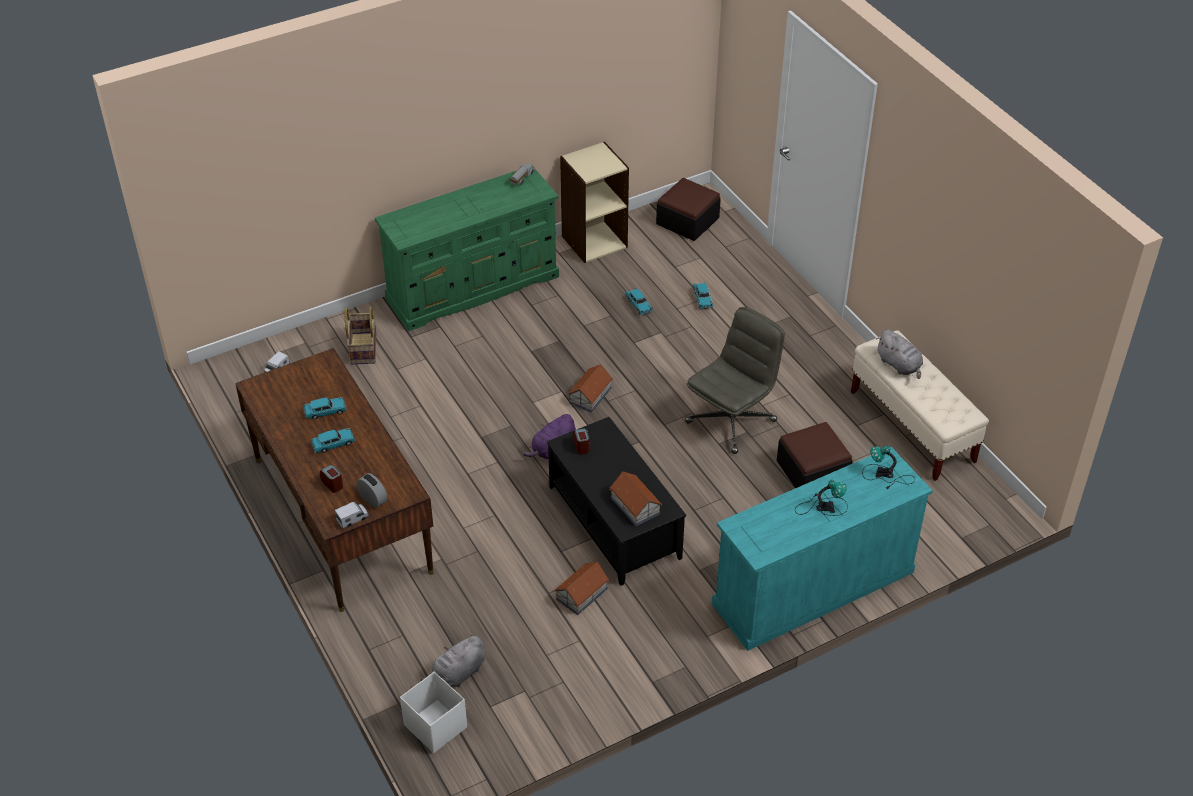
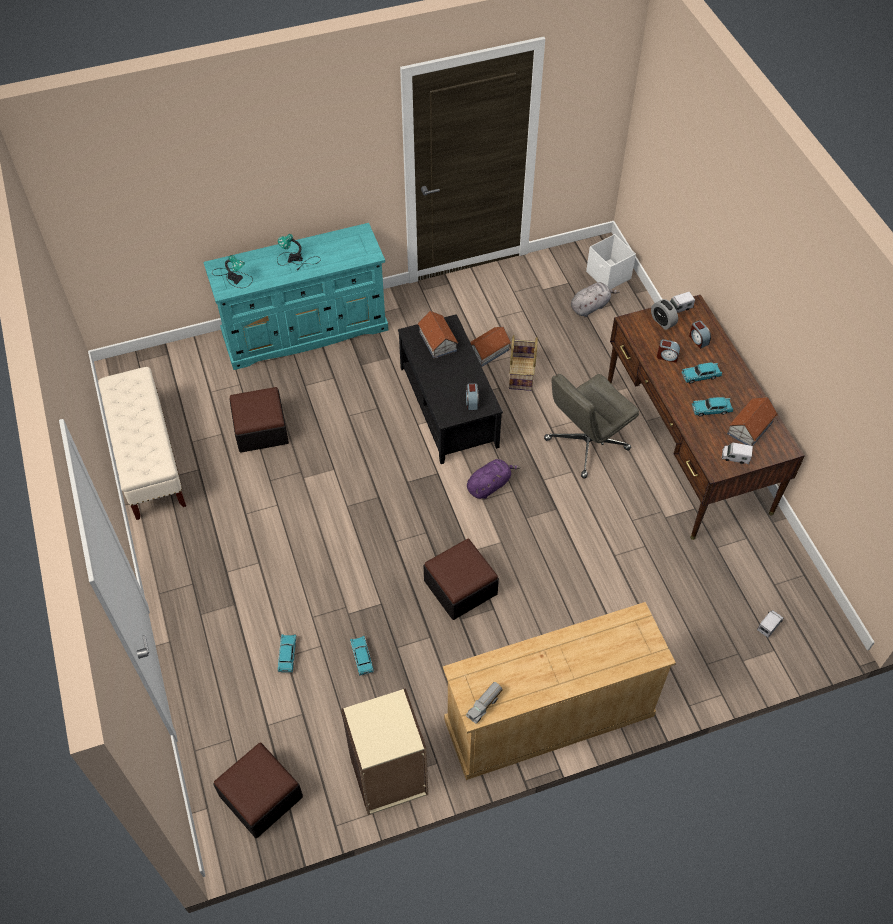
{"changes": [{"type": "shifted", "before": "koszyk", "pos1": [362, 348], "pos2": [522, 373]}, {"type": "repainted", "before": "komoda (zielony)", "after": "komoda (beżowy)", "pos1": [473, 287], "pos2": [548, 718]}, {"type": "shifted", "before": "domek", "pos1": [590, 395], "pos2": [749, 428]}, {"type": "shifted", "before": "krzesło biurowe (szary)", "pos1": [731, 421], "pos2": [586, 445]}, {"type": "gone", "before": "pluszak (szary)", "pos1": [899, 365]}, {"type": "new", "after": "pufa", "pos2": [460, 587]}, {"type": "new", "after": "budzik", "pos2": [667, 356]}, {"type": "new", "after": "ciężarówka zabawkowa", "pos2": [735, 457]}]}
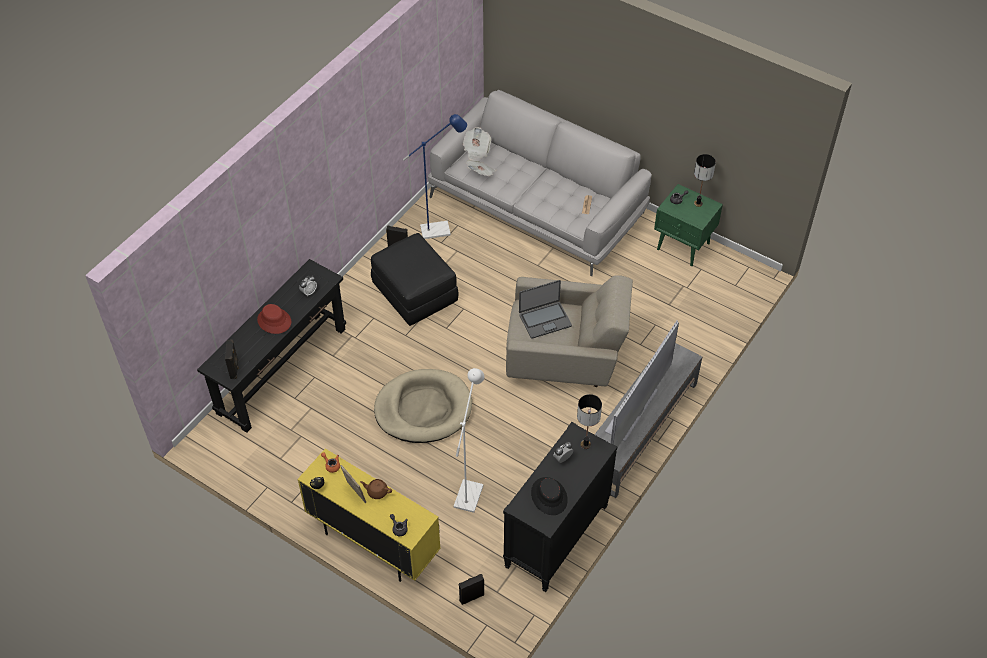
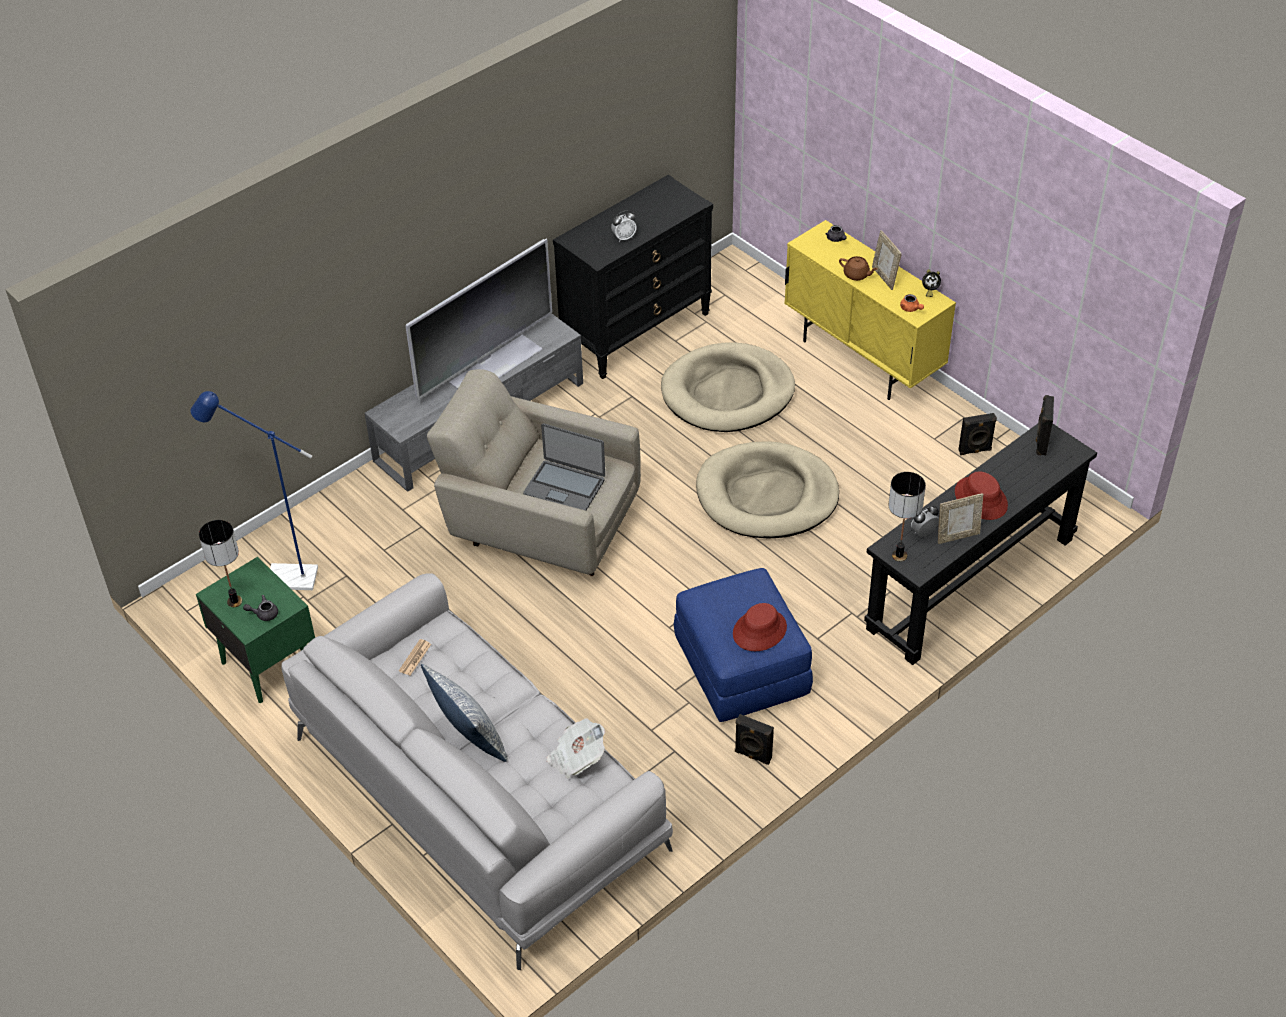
{"changes": [{"type": "repainted", "before": "pufa (czarny)", "after": "pufa (niebieski)", "pos1": [414, 293], "pos2": [742, 668]}, {"type": "shifted", "before": "lampa stojąca (niebieski)", "pos1": [441, 229], "pos2": [282, 578]}, {"type": "swapped", "before": "lampa stojąca (biały)", "after": "legowisko (beżowy)", "pos1": [470, 490], "pos2": [727, 392]}, {"type": "shifted", "before": "głośnik (czarny)", "pos1": [471, 596], "pos2": [975, 451]}, {"type": "gone", "before": "gazeta", "pos1": [476, 150]}, {"type": "rotated", "before": "laptop", "pos1": [544, 320], "pos2": [565, 487], "turn": -150}, {"type": "gone", "before": "kapelusz (czarny)", "pos1": [549, 496]}, {"type": "shifted", "before": "lampa stołowa", "pos1": [585, 445], "pos2": [899, 555]}, {"type": "new", "after": "poduszka", "pos2": [468, 737]}, {"type": "new", "after": "kapelusz (czerwony)", "pos2": [759, 630]}, {"type": "new", "after": "ramka na zdjęcie", "pos2": [957, 536]}]}
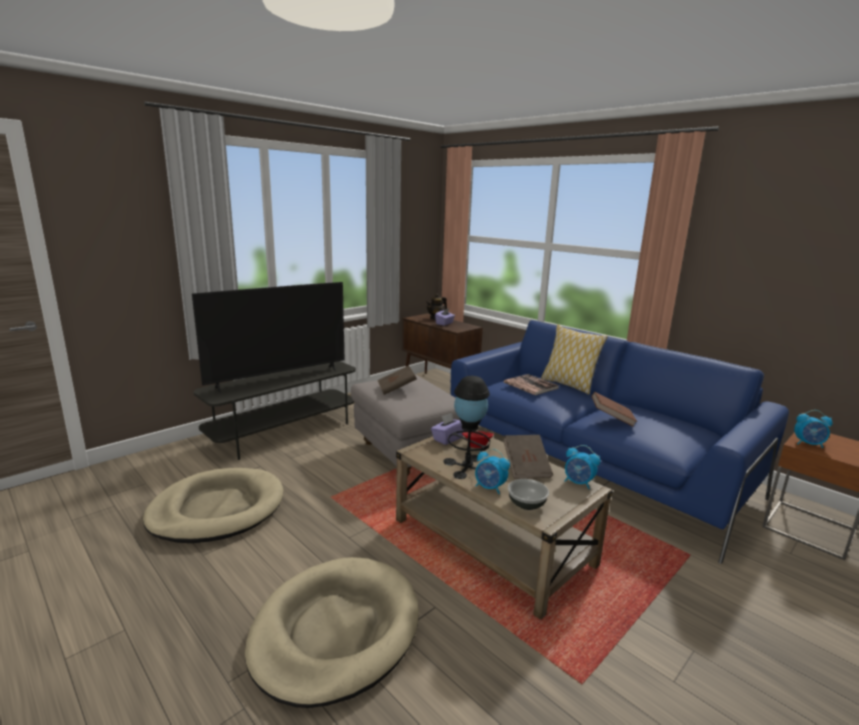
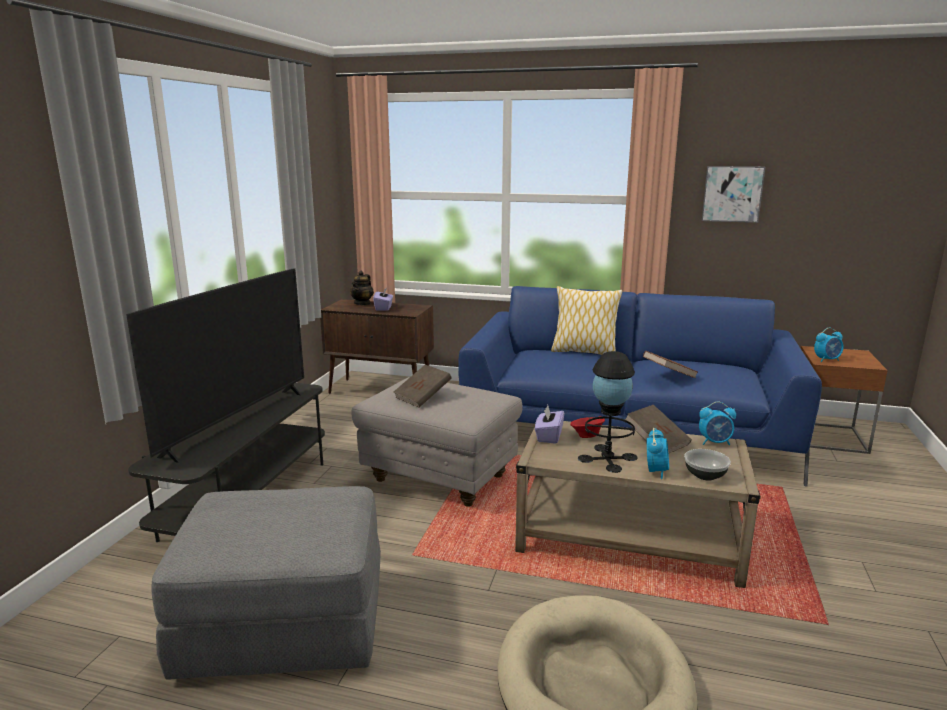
{"changes": [{"type": "swapped", "before": "legowisko (beżowy)", "after": "pufa (szary)", "pos1": [217, 509], "pos2": [282, 625]}, {"type": "rotated", "before": "budzik", "pos1": [490, 488], "pos2": [656, 471], "turn": -75}, {"type": "gone", "before": "książka", "pos1": [530, 385]}, {"type": "new", "after": "obraz", "pos2": [732, 194]}]}
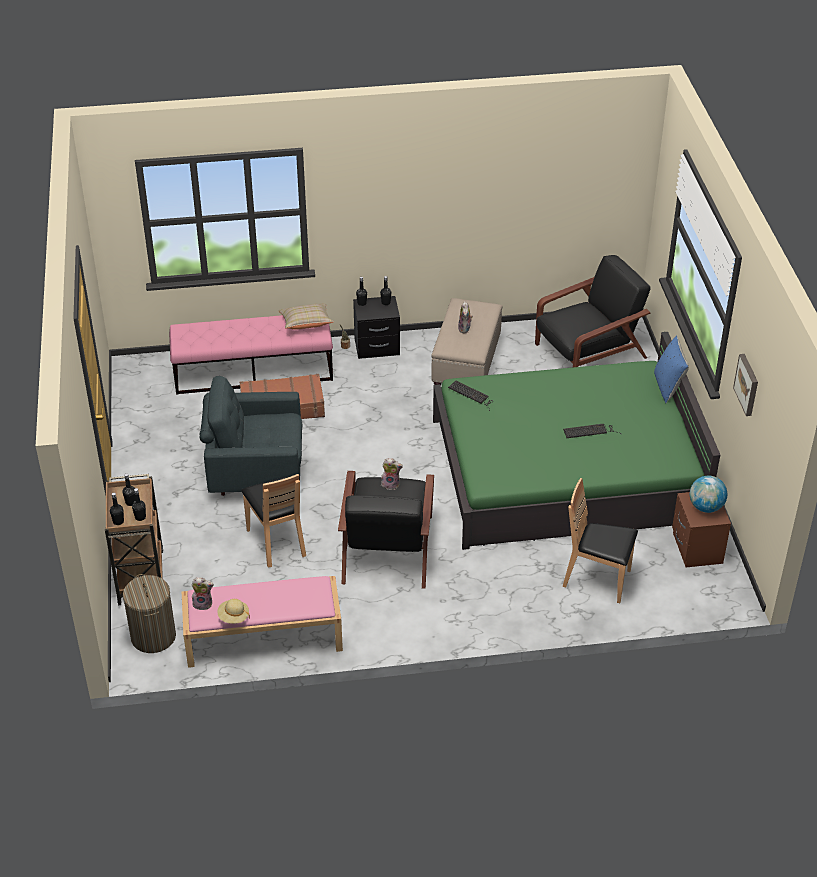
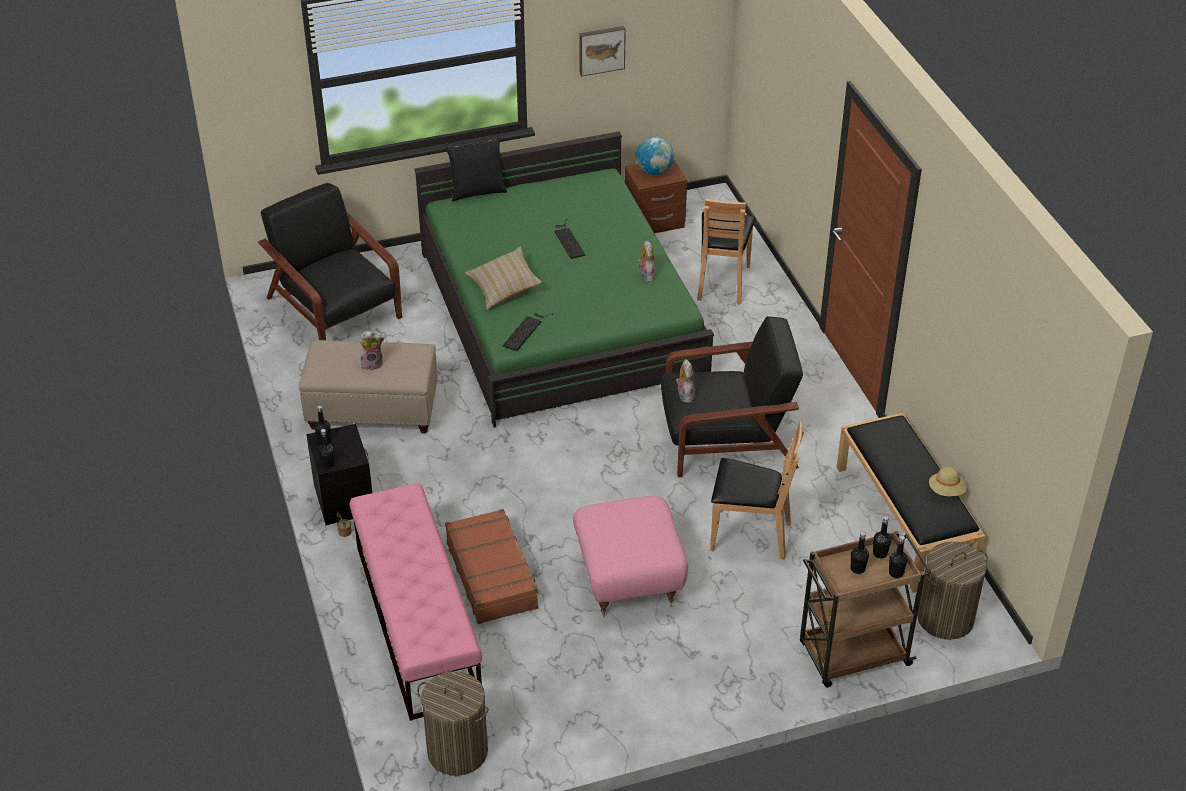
{"changes": [{"type": "repainted", "before": "ławka (różowy)", "after": "ławka (czarny)", "pos1": [262, 638], "pos2": [905, 520]}, {"type": "shifted", "before": "pluszak", "pos1": [203, 603], "pos2": [646, 275]}, {"type": "swapped", "before": "fotel (szary)", "after": "pufa (różowy)", "pos1": [255, 471], "pos2": [628, 579]}, {"type": "rotated", "before": "krzesło (brązowy)", "pos1": [277, 542], "pos2": [749, 535], "turn": 45}, {"type": "shifted", "before": "poduszka (beżowy)", "pos1": [306, 324], "pos2": [504, 288]}, {"type": "repainted", "before": "poduszka (niebieski)", "after": "poduszka (czarny)", "pos1": [668, 387], "pos2": [477, 191]}, {"type": "new", "after": "kosz na pranie", "pos2": [457, 751]}]}
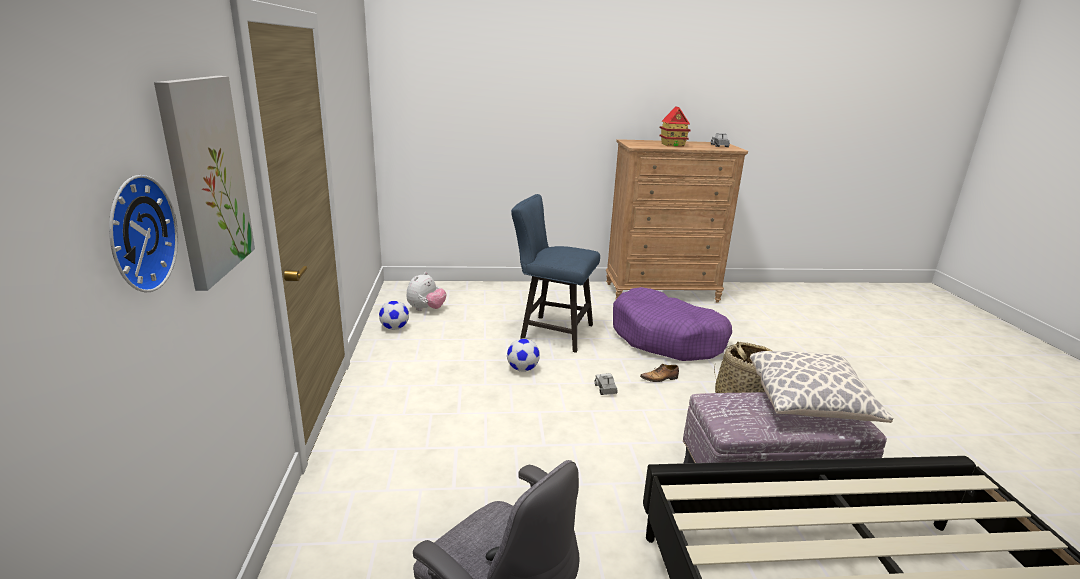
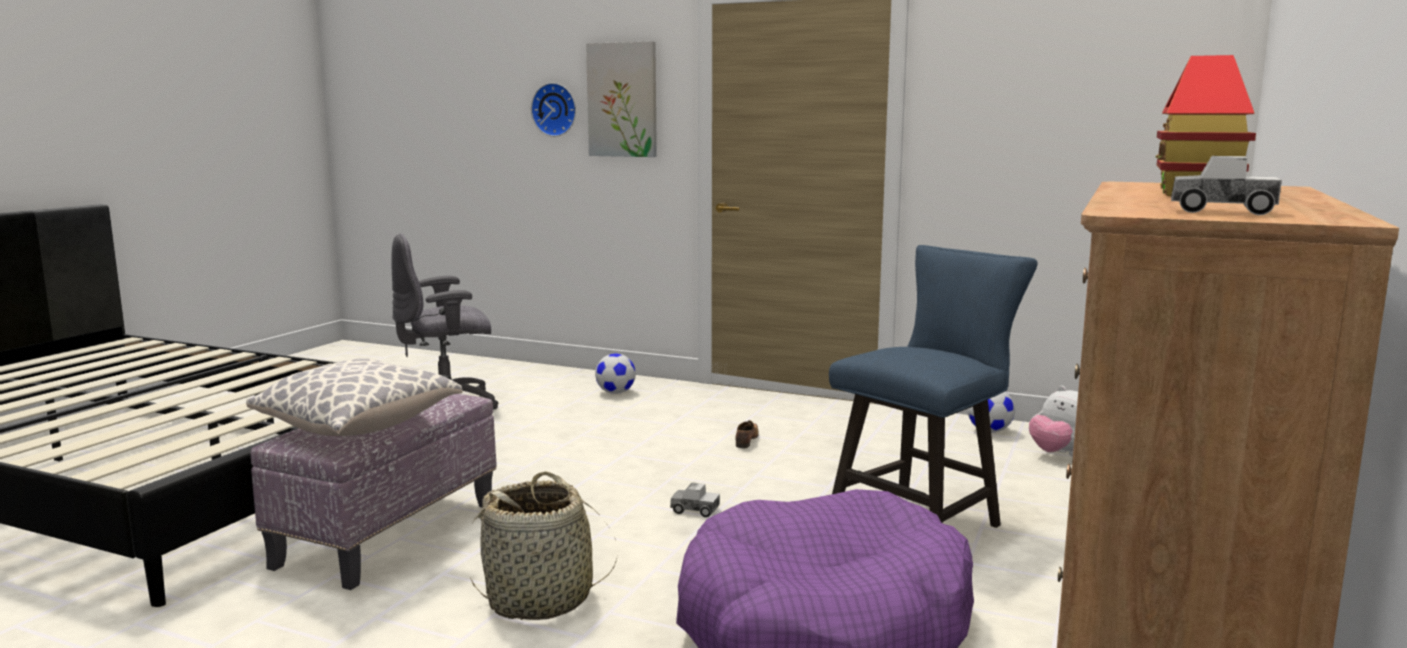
{"changes": [{"type": "shifted", "before": "piłka futbolowa", "pos1": [522, 369], "pos2": [616, 393]}, {"type": "shifted", "before": "but", "pos1": [660, 378], "pos2": [746, 440]}]}
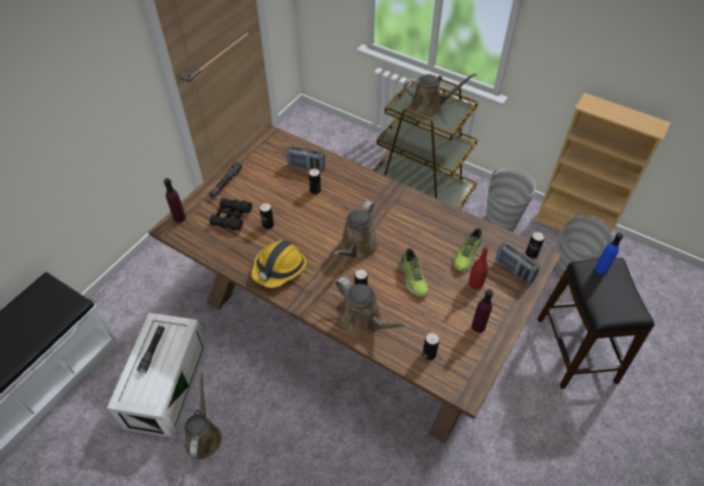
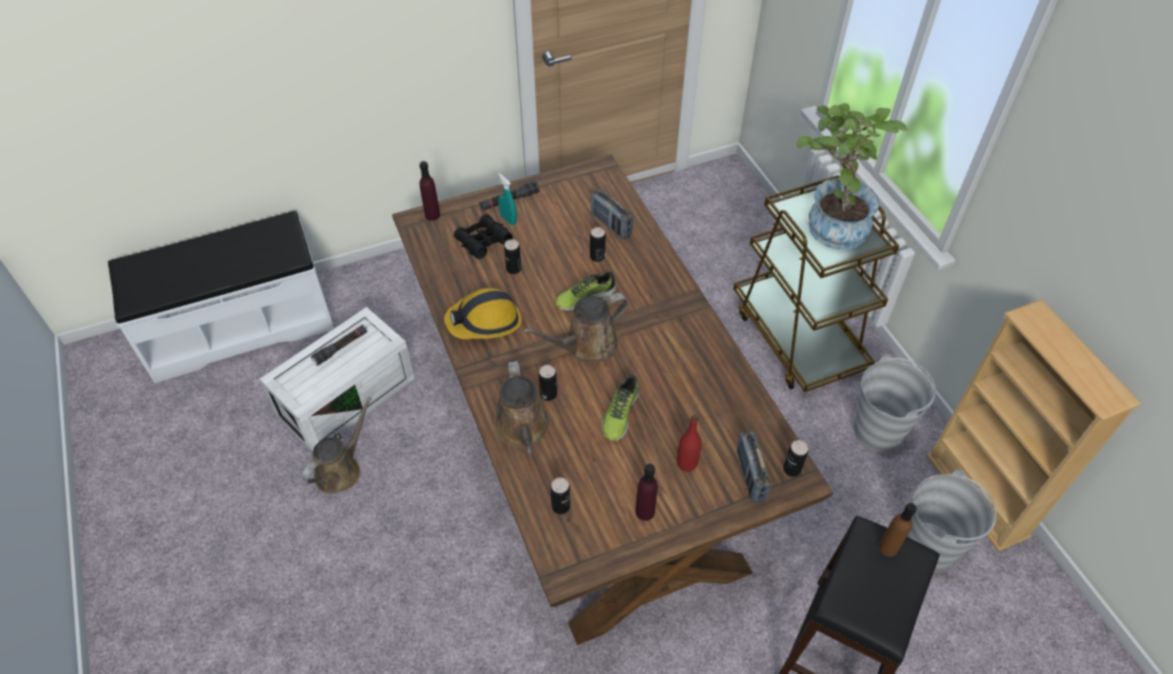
{"changes": [{"type": "swapped", "before": "konewka (brązowy)", "after": "roślina doniczkowa", "pos1": [429, 106], "pos2": [830, 223]}, {"type": "shifted", "before": "but", "pos1": [466, 254], "pos2": [585, 296]}, {"type": "repainted", "before": "butelka (niebieski)", "after": "butelka (brązowy)", "pos1": [601, 269], "pos2": [888, 547]}, {"type": "new", "after": "spryskiwacz (turkusowy)", "pos2": [508, 220]}]}
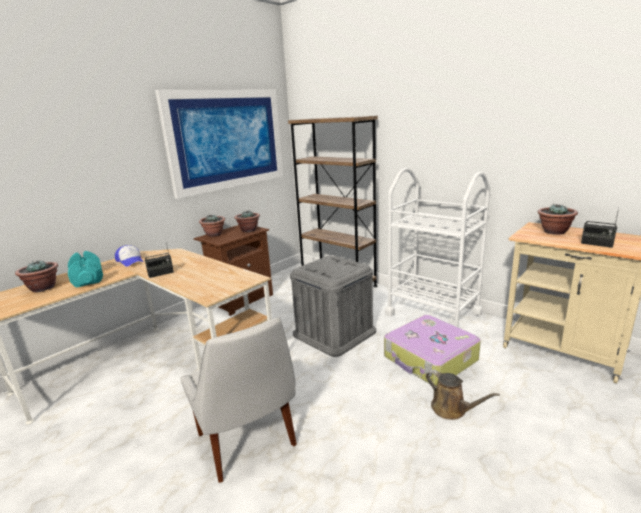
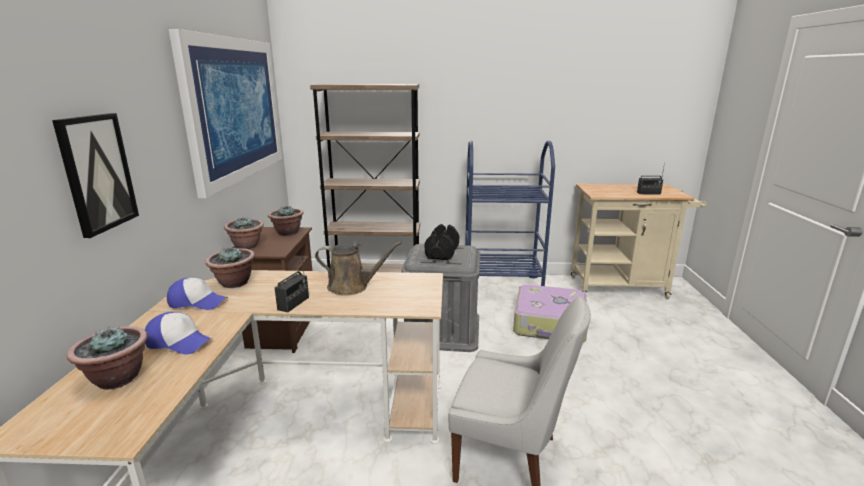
{"changes": [{"type": "swapped", "before": "hantel (turkusowy)", "after": "czapka z daszkiem", "pos1": [88, 279], "pos2": [179, 342]}, {"type": "repainted", "before": "wózek (biały)", "after": "wózek (niebieski)", "pos1": [433, 314], "pos2": [501, 286]}, {"type": "shifted", "before": "konewka (brązowy)", "pos1": [451, 409], "pos2": [352, 287]}, {"type": "shifted", "before": "roślina doniczkowa", "pos1": [554, 232], "pos2": [234, 283]}, {"type": "new", "after": "obraz", "pos2": [97, 173]}, {"type": "new", "after": "hantel (czarny)", "pos2": [442, 253]}]}
